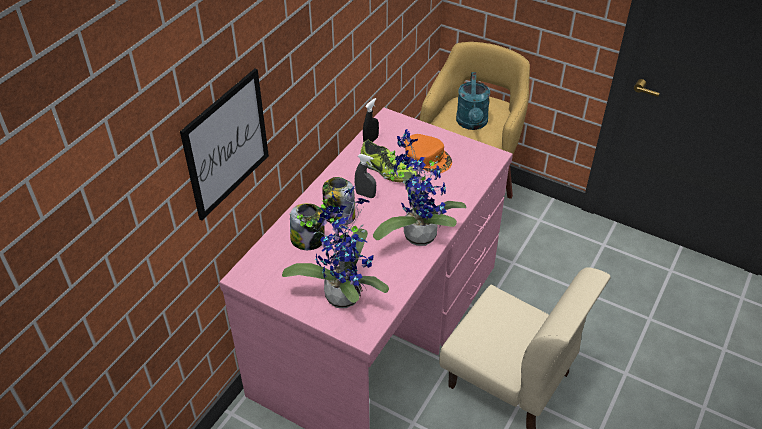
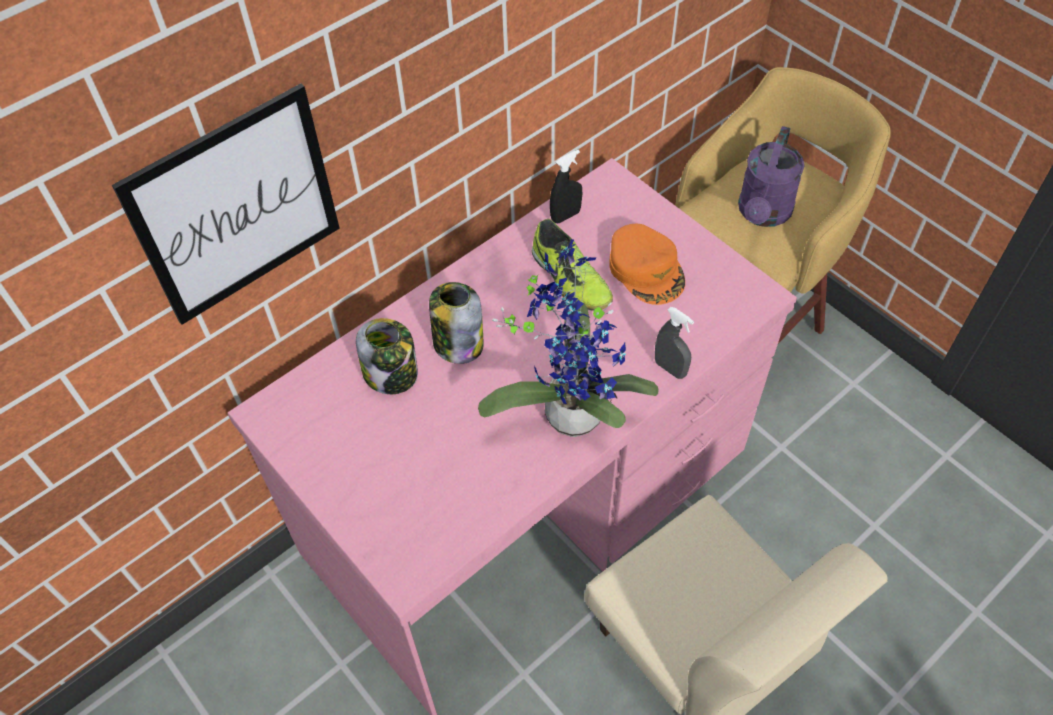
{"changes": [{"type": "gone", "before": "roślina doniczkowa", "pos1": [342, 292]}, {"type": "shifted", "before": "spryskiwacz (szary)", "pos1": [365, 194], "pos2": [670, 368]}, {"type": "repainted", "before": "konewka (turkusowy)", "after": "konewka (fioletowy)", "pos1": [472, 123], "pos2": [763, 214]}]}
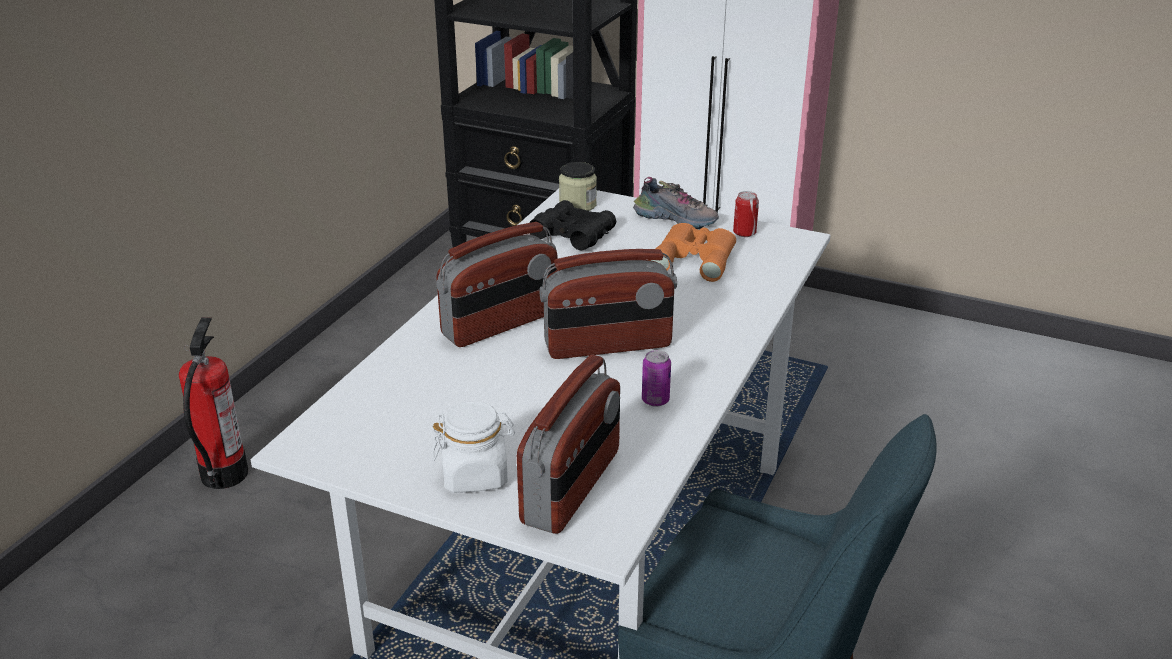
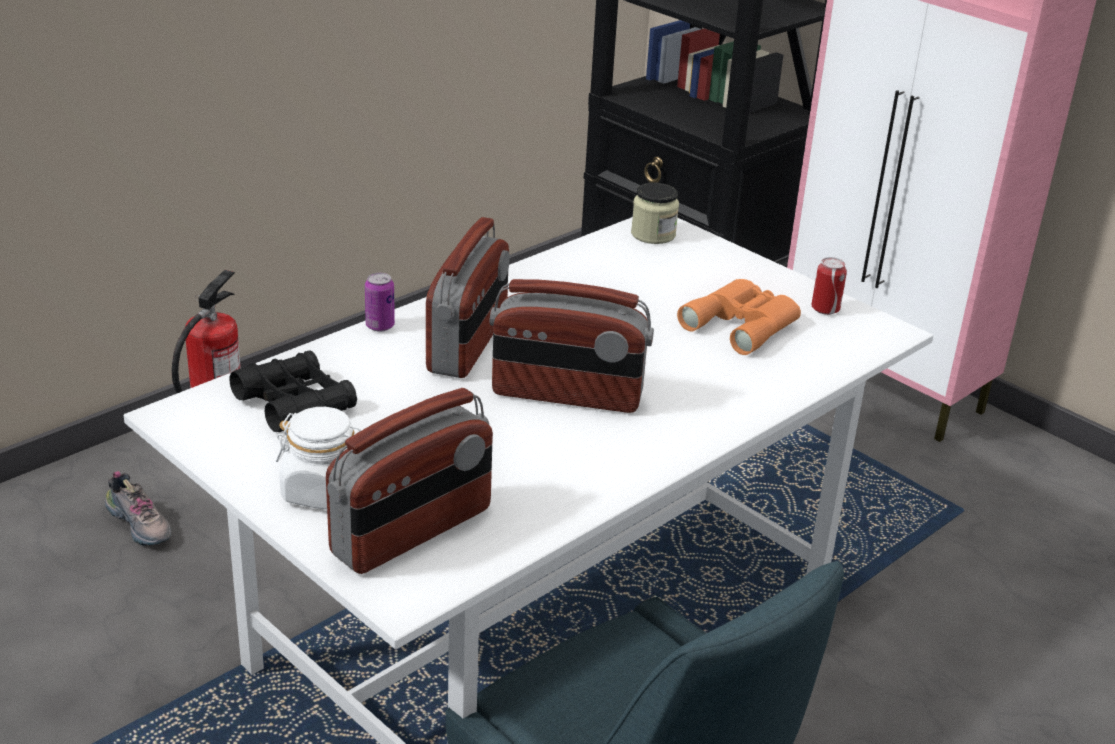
{"changes": [{"type": "rotated", "before": "radio", "pos1": [501, 324], "pos2": [469, 344], "turn": -60}, {"type": "shifted", "before": "lornetka (czarny)", "pos1": [573, 235], "pos2": [294, 404]}, {"type": "shifted", "before": "but", "pos1": [676, 219], "pos2": [141, 525]}, {"type": "shifted", "before": "puszka", "pos1": [655, 400], "pos2": [380, 326]}]}
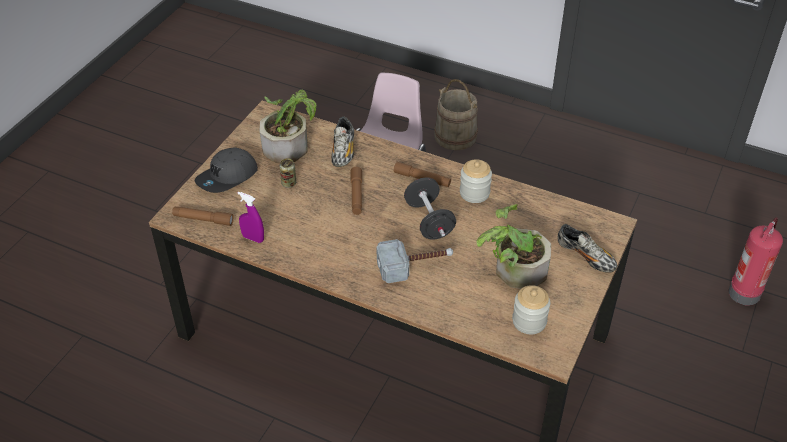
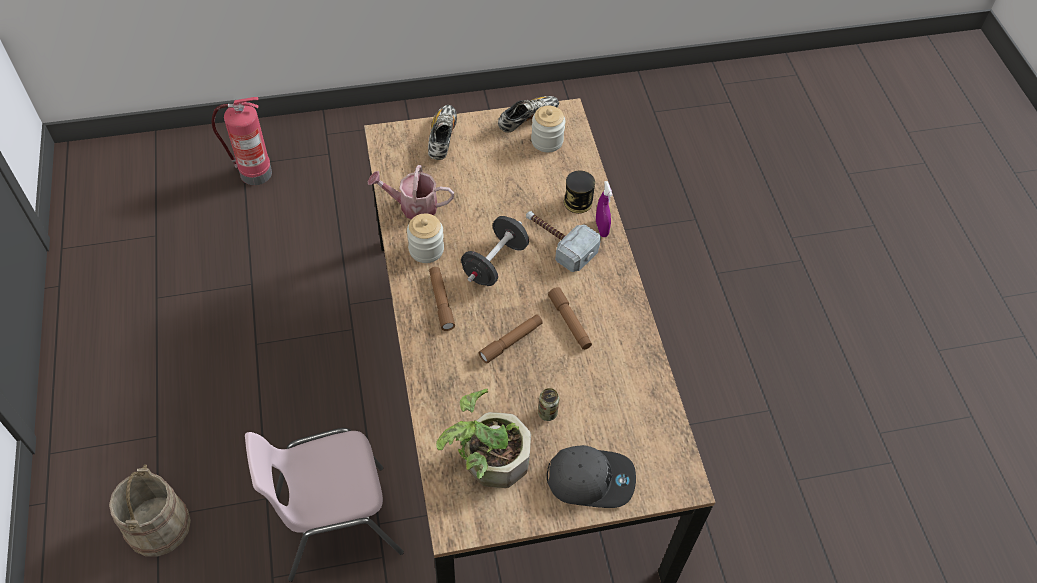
{"changes": [{"type": "shifted", "before": "latarka (brązowy)", "pos1": [203, 219], "pos2": [569, 322]}, {"type": "shifted", "before": "spryskiwacz (fioletowy)", "pos1": [253, 238], "pos2": [601, 228]}, {"type": "shifted", "before": "but", "pos1": [343, 151], "pos2": [528, 119]}, {"type": "gone", "before": "roślina doniczkowa", "pos1": [513, 269]}, {"type": "new", "after": "konewka", "pos2": [413, 206]}, {"type": "new", "after": "puszka", "pos2": [578, 202]}]}
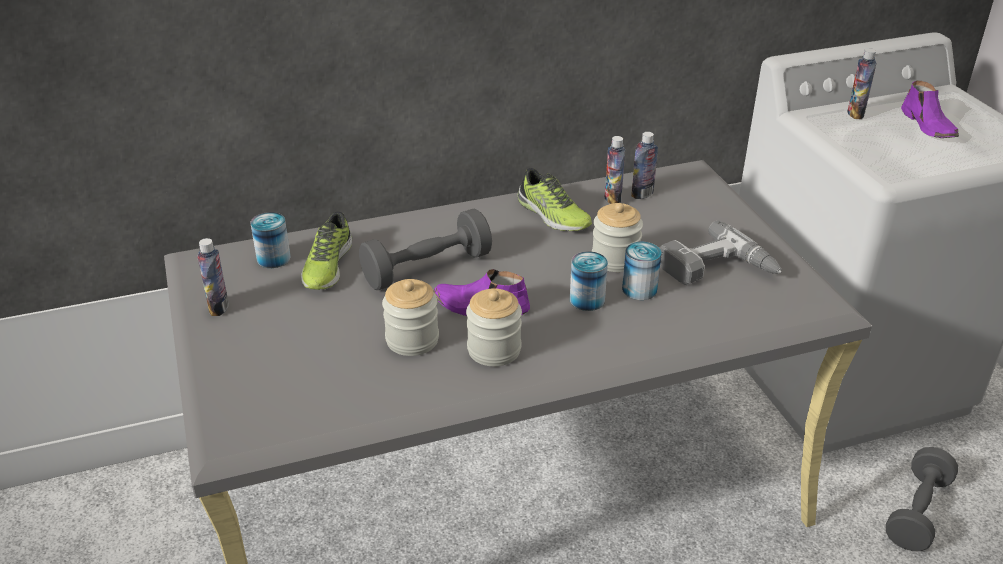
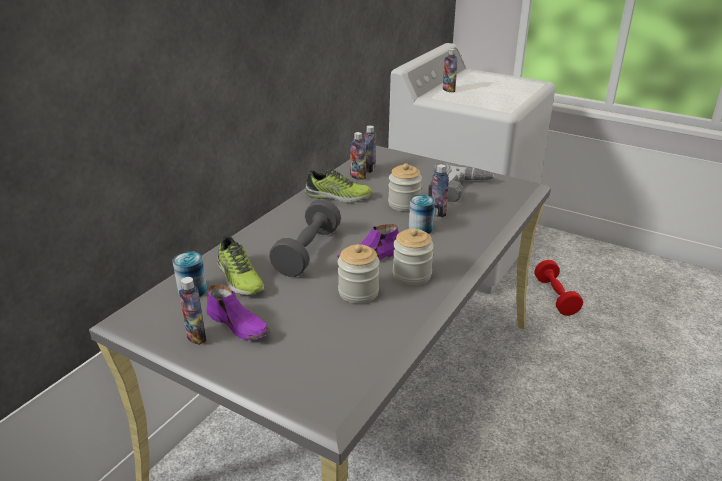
{"changes": [{"type": "swapped", "before": "puszka", "after": "butelka", "pos1": [639, 289], "pos2": [438, 213]}, {"type": "repainted", "before": "hantel (szary)", "after": "hantel (czerwony)", "pos1": [917, 512], "pos2": [555, 297]}, {"type": "shifted", "before": "but (fioletowy)", "pos1": [929, 126], "pos2": [239, 325]}]}
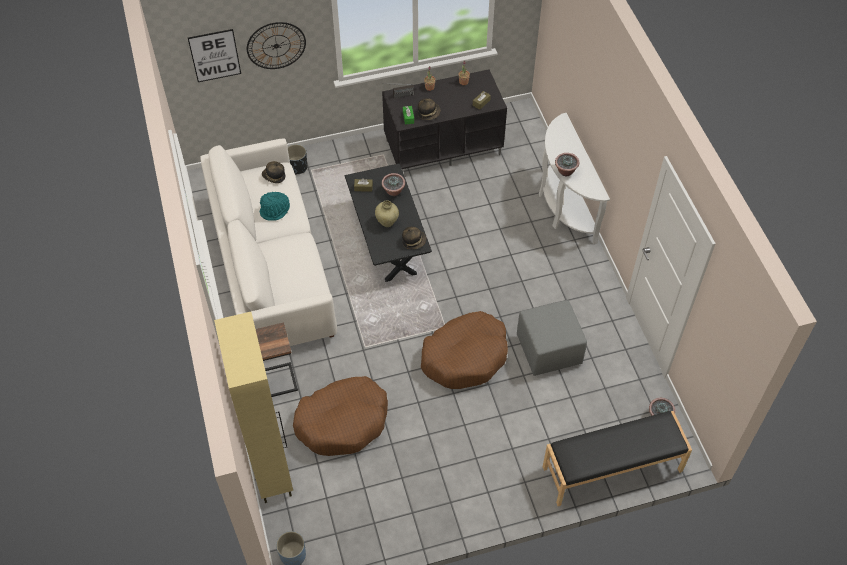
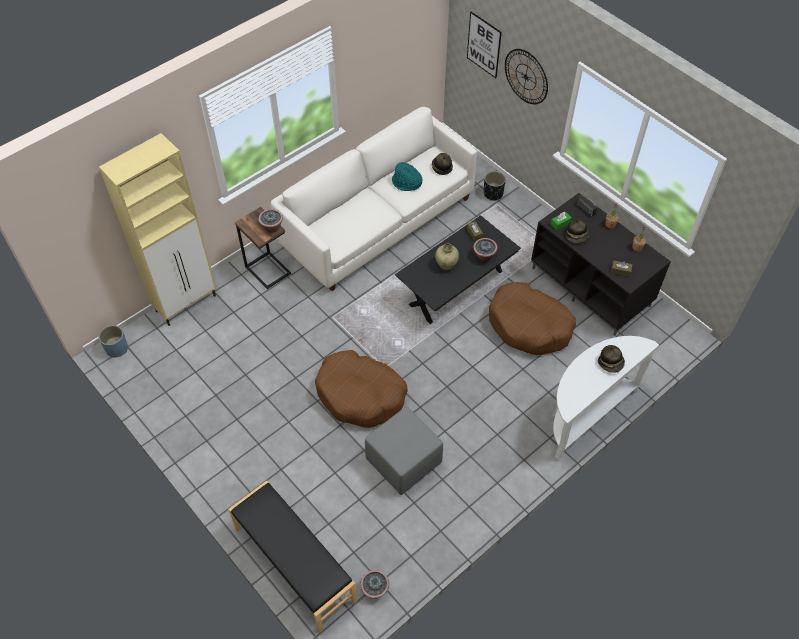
{"changes": [{"type": "shifted", "before": "legowisko (brązowy)", "pos1": [343, 421], "pos2": [529, 325]}, {"type": "shifted", "before": "kapelusz", "pos1": [414, 241], "pos2": [610, 363]}, {"type": "shifted", "before": "roślina doniczkowa", "pos1": [565, 171], "pos2": [272, 227]}]}
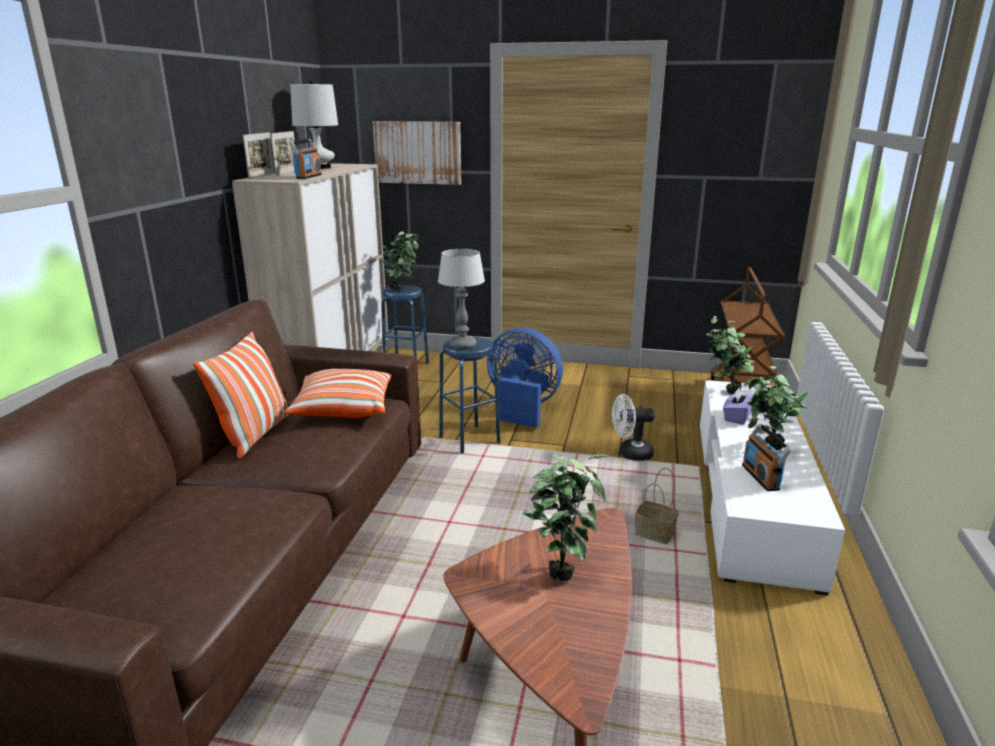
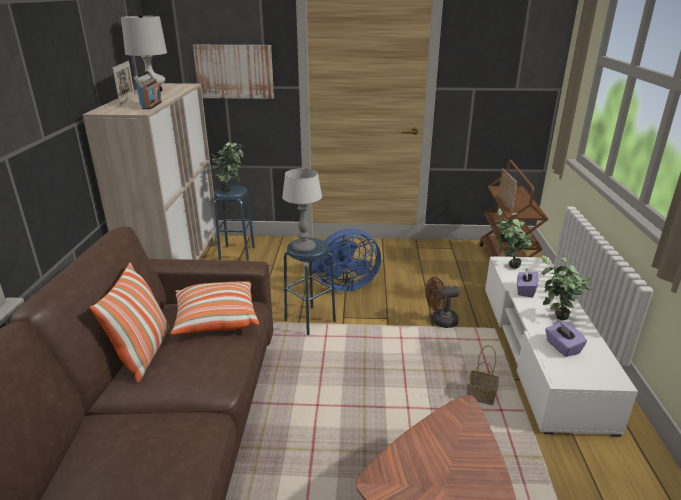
{"changes": [{"type": "shifted", "before": "ramka na zdjęcie", "pos1": [262, 176], "pos2": [505, 203]}, {"type": "rotated", "before": "wentylator (niebieski)", "pos1": [522, 407], "pos2": [343, 285], "turn": 150}, {"type": "gone", "before": "roślina doniczkowa", "pos1": [562, 567]}, {"type": "repainted", "before": "wentylator (biały)", "after": "wentylator (brązowy)", "pos1": [630, 454], "pos2": [440, 322]}, {"type": "swapped", "before": "radio", "after": "pudełko chusteczek (fioletowy)", "pos1": [761, 477], "pos2": [562, 347]}]}
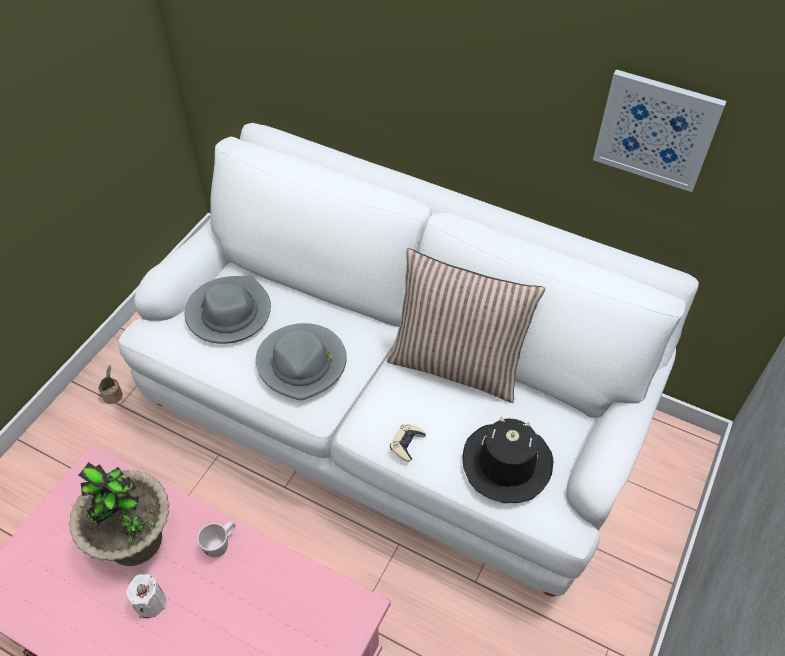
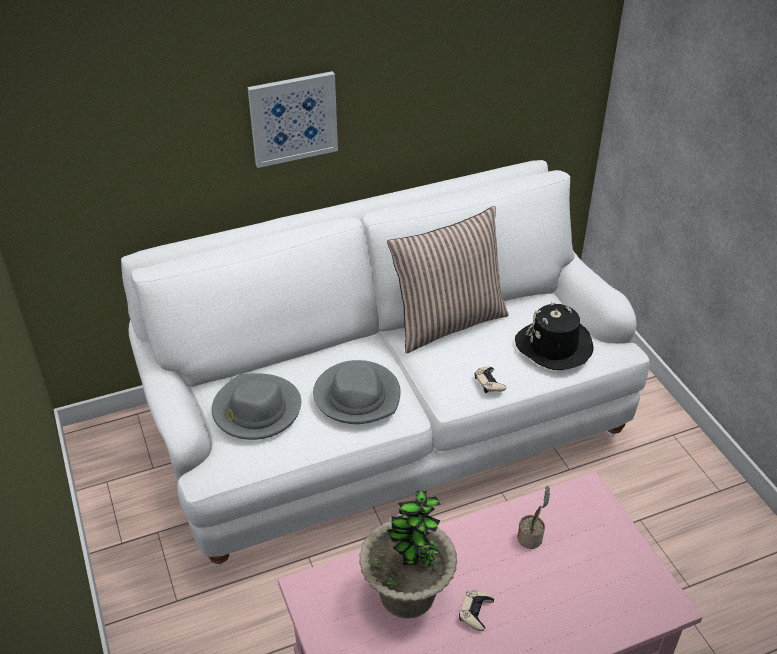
{"changes": [{"type": "shifted", "before": "roślina doniczkowa", "pos1": [114, 396], "pos2": [531, 537]}, {"type": "swapped", "before": "świeca (biały)", "after": "pad do gier (beżowy)", "pos1": [150, 603], "pos2": [475, 612]}, {"type": "gone", "before": "kubek (biały)", "pos1": [221, 545]}, {"type": "shifted", "before": "obraz", "pos1": [656, 130], "pos2": [293, 118]}]}
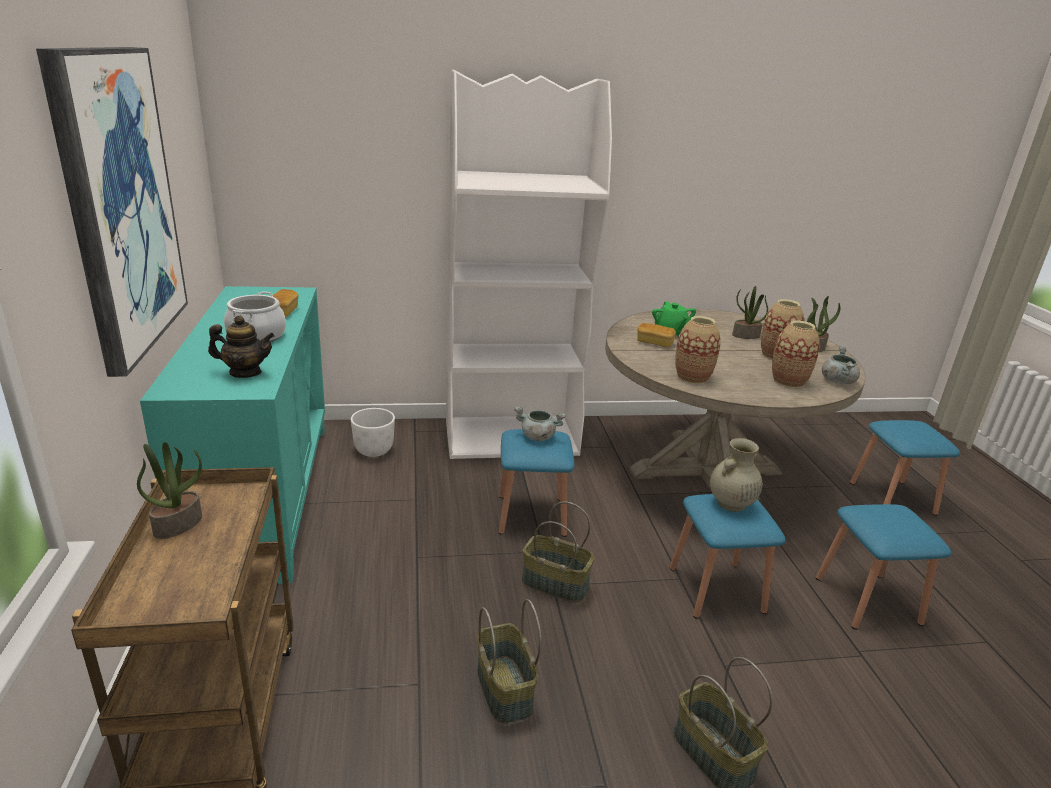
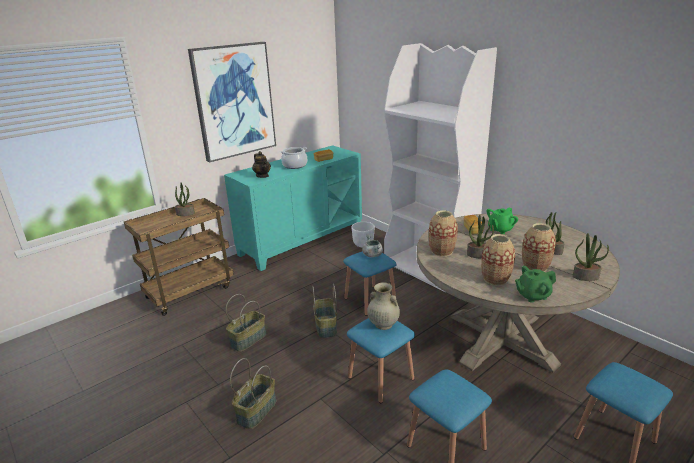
{"changes": [{"type": "swapped", "before": "garnek (szary)", "after": "imbryk (zielony)", "pos1": [837, 381], "pos2": [532, 295]}, {"type": "new", "after": "roślina doniczkowa", "pos2": [478, 254]}]}
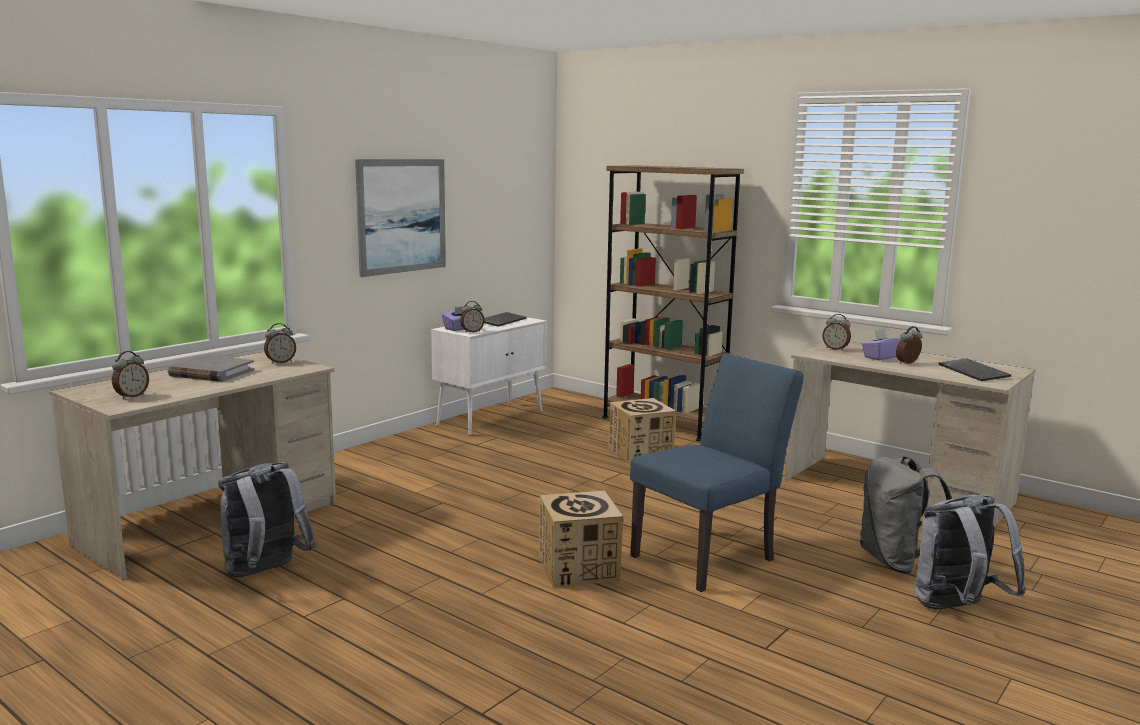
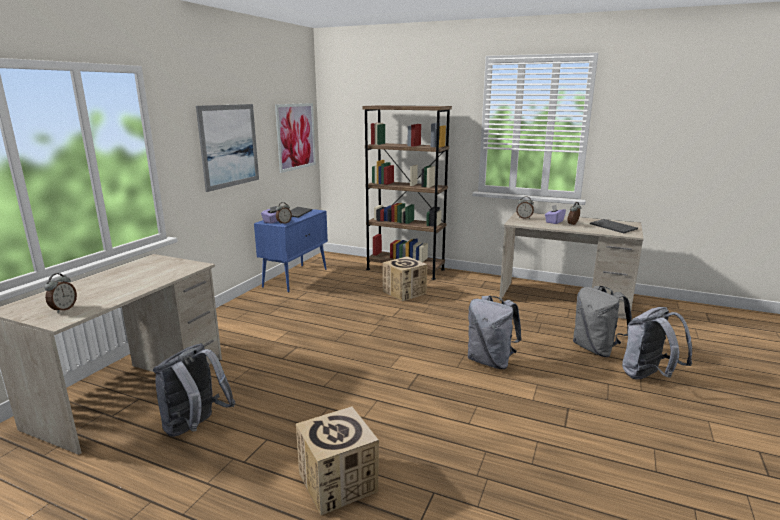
{"changes": [{"type": "gone", "before": "książka (szary)", "pos1": [211, 373]}, {"type": "gone", "before": "budzik", "pos1": [280, 362]}, {"type": "repainted", "before": "szafka (biały)", "after": "szafka (niebieski)", "pos1": [491, 418], "pos2": [296, 278]}, {"type": "shifted", "before": "karton", "pos1": [579, 568], "pos2": [338, 482]}, {"type": "swapped", "before": "krzesło (niebieski)", "after": "plecak (szary)", "pos1": [711, 556], "pos2": [490, 361]}, {"type": "new", "after": "obraz", "pos2": [295, 136]}]}
